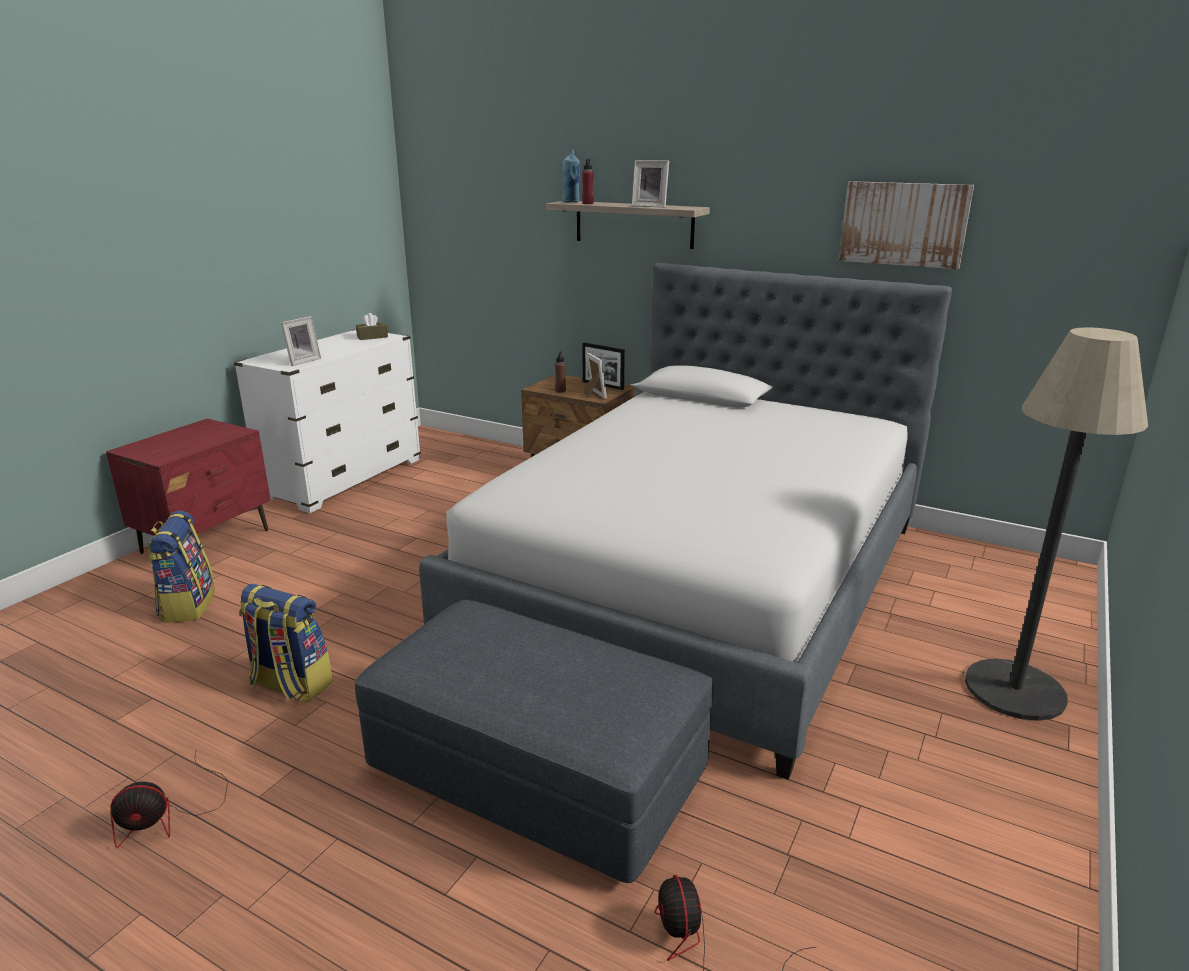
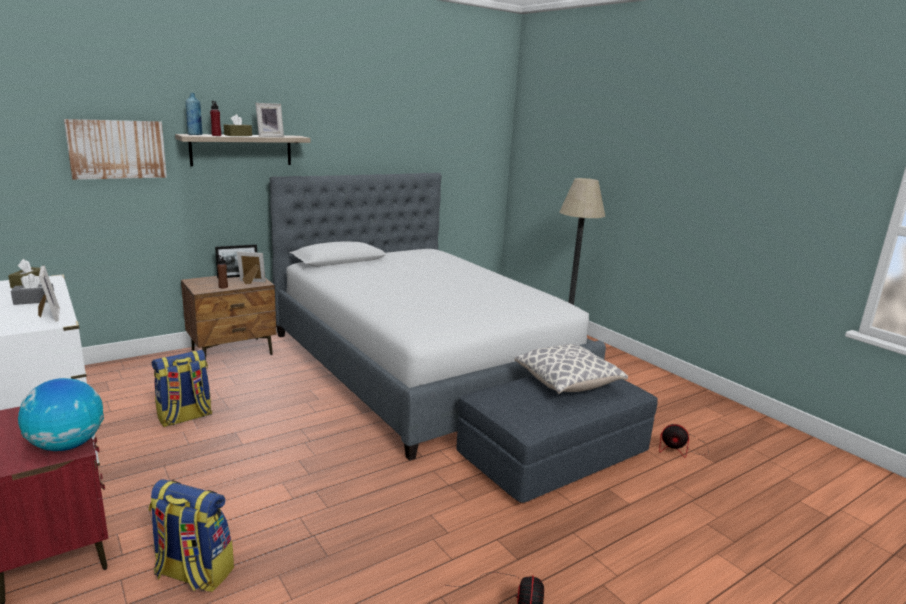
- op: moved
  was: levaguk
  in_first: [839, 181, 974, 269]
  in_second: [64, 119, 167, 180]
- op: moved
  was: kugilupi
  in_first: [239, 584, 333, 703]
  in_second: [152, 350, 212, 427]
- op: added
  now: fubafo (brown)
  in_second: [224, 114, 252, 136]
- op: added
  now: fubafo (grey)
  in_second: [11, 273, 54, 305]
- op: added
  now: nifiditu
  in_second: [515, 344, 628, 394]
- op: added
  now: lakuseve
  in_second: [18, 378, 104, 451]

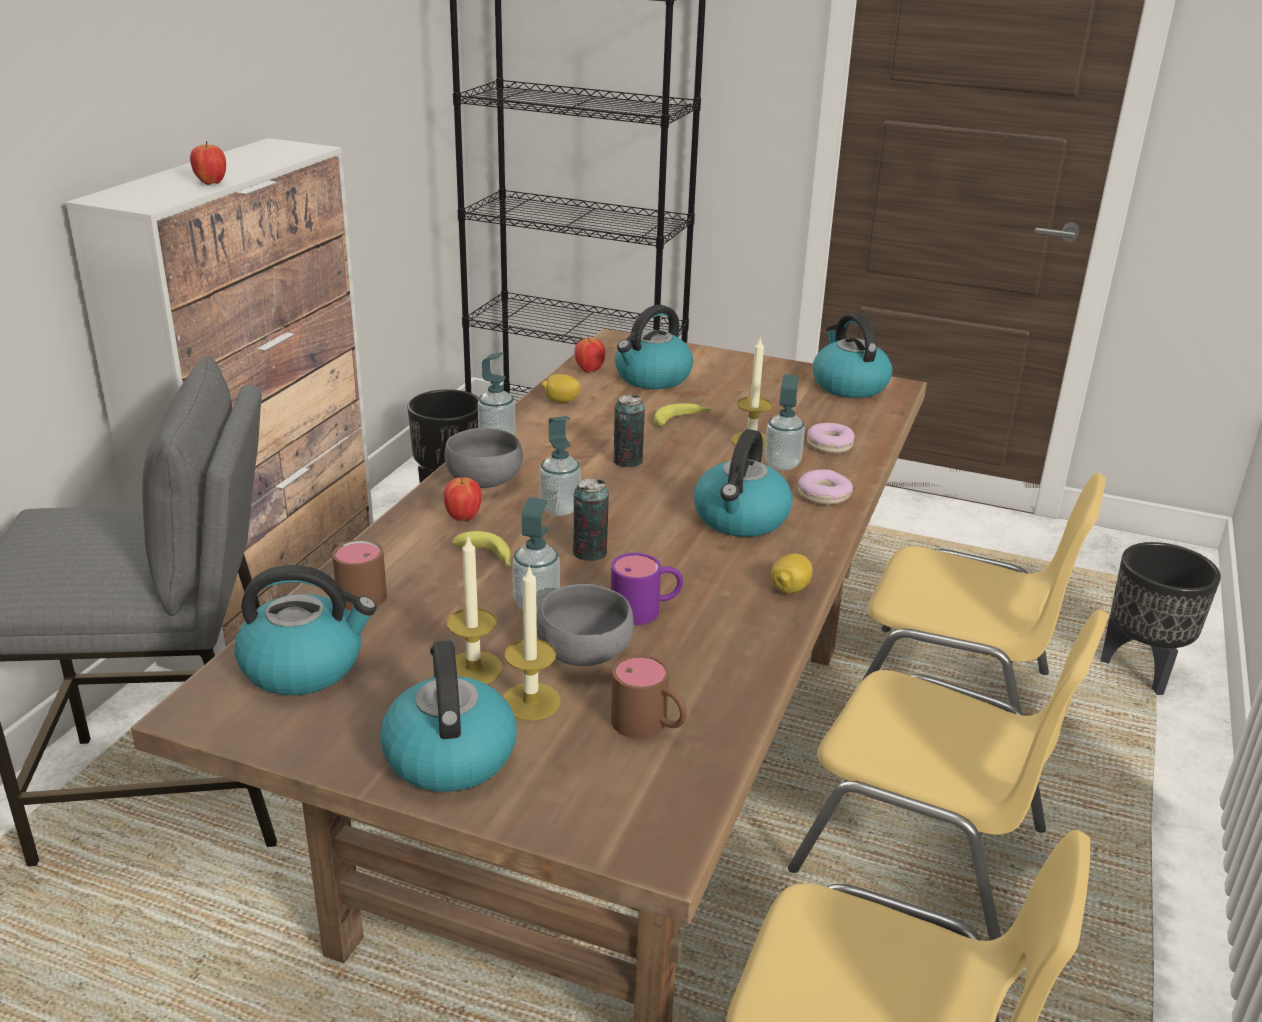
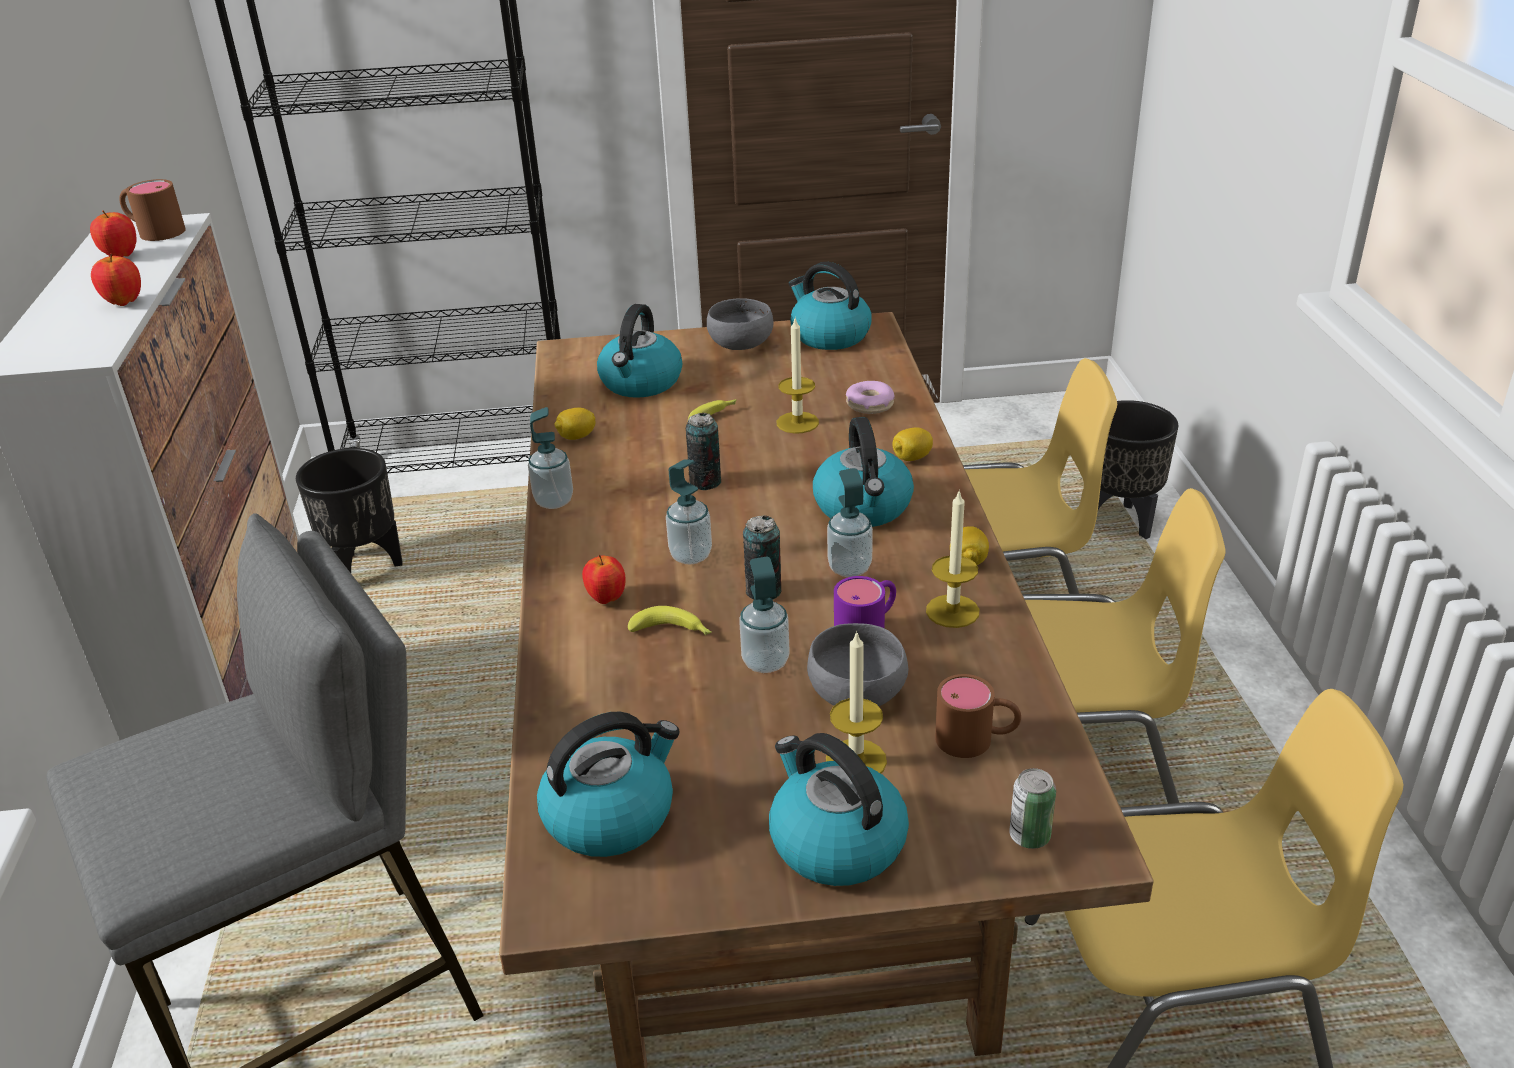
- op: moved
  was: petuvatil
  in_first: [575, 336, 605, 373]
  in_second: [90, 211, 136, 257]
- op: moved
  was: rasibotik
  in_first: [764, 374, 805, 470]
  in_second: [827, 468, 873, 577]
- op: moved
  was: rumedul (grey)
  in_first: [445, 428, 523, 488]
  in_second: [707, 298, 774, 350]
- op: replaced
  was: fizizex
  now: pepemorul
  in_first: [798, 469, 853, 505]
  in_second: [893, 427, 933, 461]
- op: moved
  was: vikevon
  in_first: [447, 535, 502, 684]
  in_second: [926, 489, 979, 628]
- op: moved
  was: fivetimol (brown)
  in_first: [332, 539, 387, 610]
  in_second: [119, 179, 186, 241]
- op: added
  now: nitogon
  in_second: [1009, 768, 1056, 849]

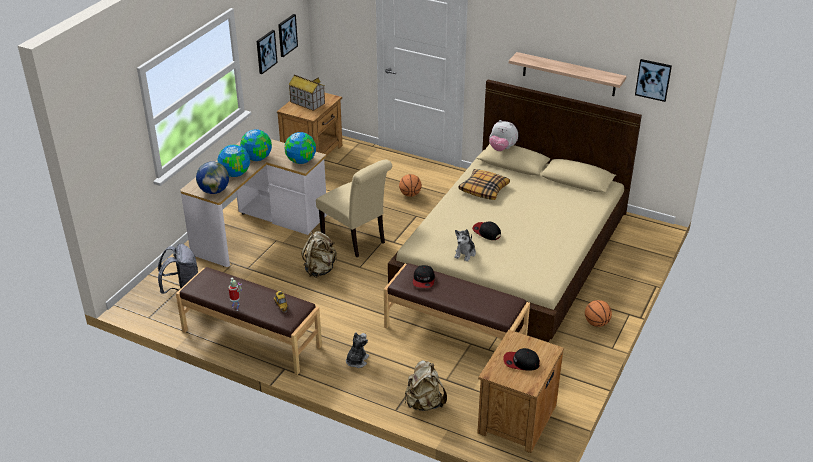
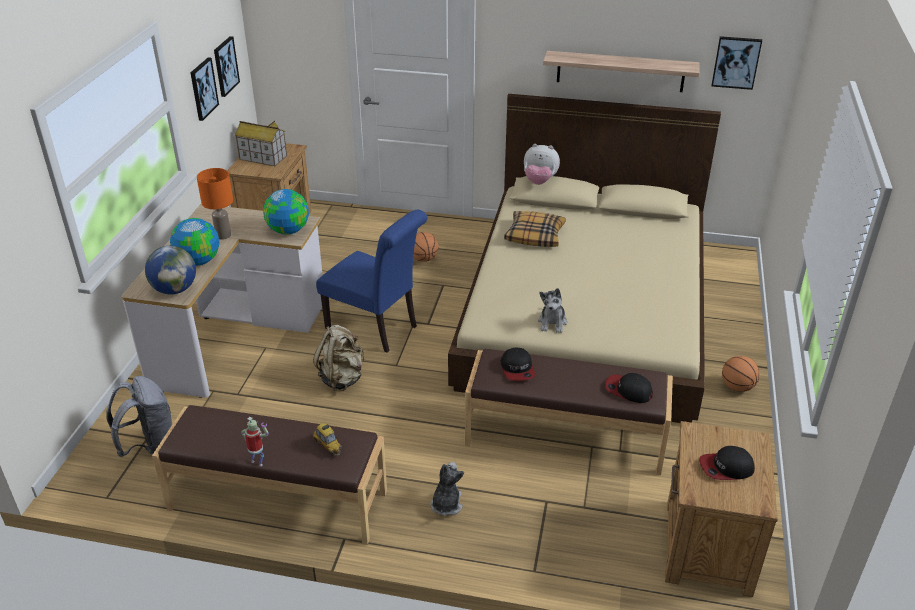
- op: replaced
  was: lakuseve
  now: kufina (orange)
  in_first: [240, 129, 272, 161]
  in_second: [197, 168, 233, 240]
- op: recoloured
  was: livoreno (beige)
  now: livoreno (blue)
  in_first: [316, 160, 392, 257]
  in_second: [316, 210, 427, 353]
- op: moved
  was: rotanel
  in_first: [472, 221, 501, 240]
  in_second: [605, 373, 653, 403]
- op: removed
  was: kugilupi (beige)
  in_first: [405, 360, 447, 411]

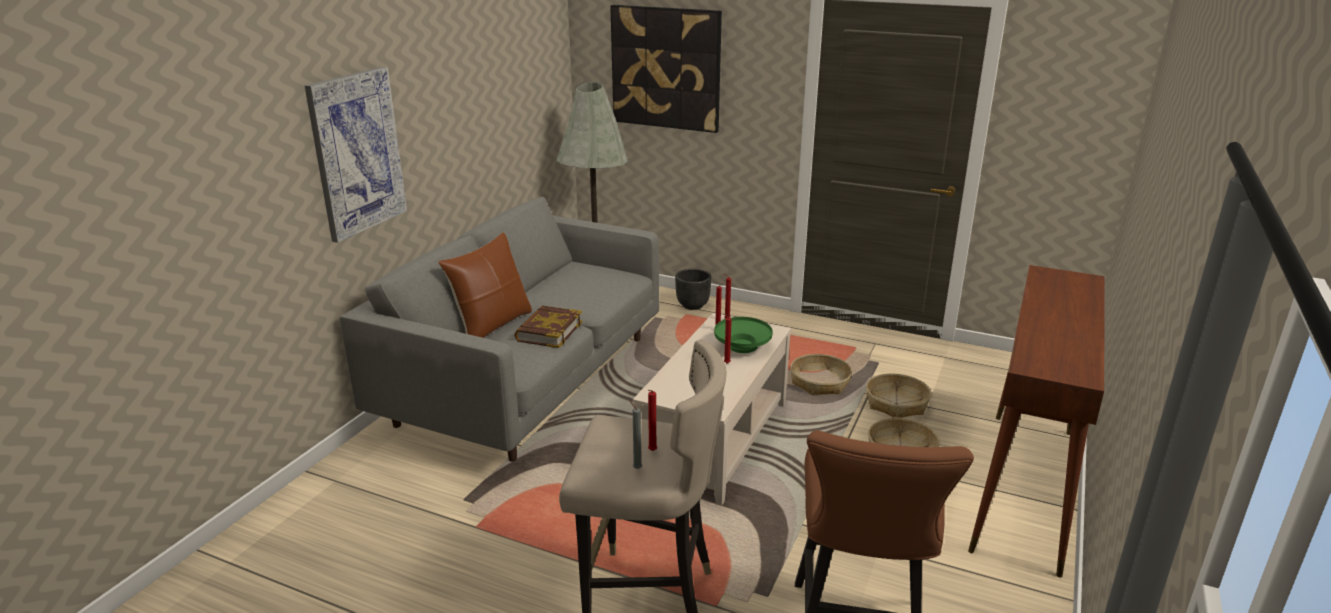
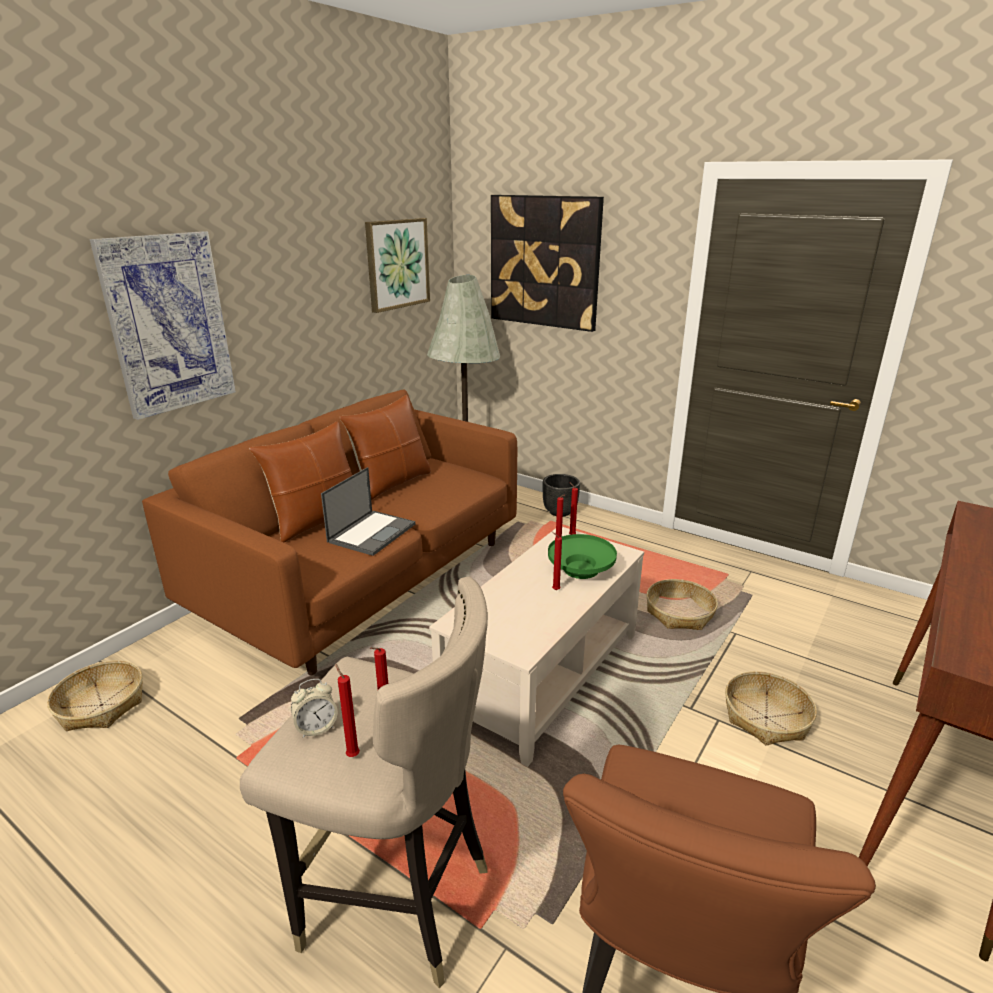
- op: recoloured
  was: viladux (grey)
  now: viladux (brown)
  in_first: [340, 197, 659, 462]
  in_second: [142, 390, 517, 675]
- op: replaced
  was: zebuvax
  now: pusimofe
  in_first: [514, 306, 582, 348]
  in_second: [321, 467, 415, 556]
- op: moved
  was: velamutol
  in_first: [866, 373, 931, 418]
  in_second: [47, 660, 143, 731]
- op: recoloured
  was: vikevon (grey)
  now: vikevon (red)
  in_first: [630, 401, 642, 469]
  in_second: [335, 664, 360, 757]
- op: added
  now: levaguk
  in_second: [365, 218, 430, 313]
- op: added
  now: nifiditu (brown)
  in_second: [339, 395, 431, 500]
- op: added
  now: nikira
  in_second: [291, 679, 338, 738]

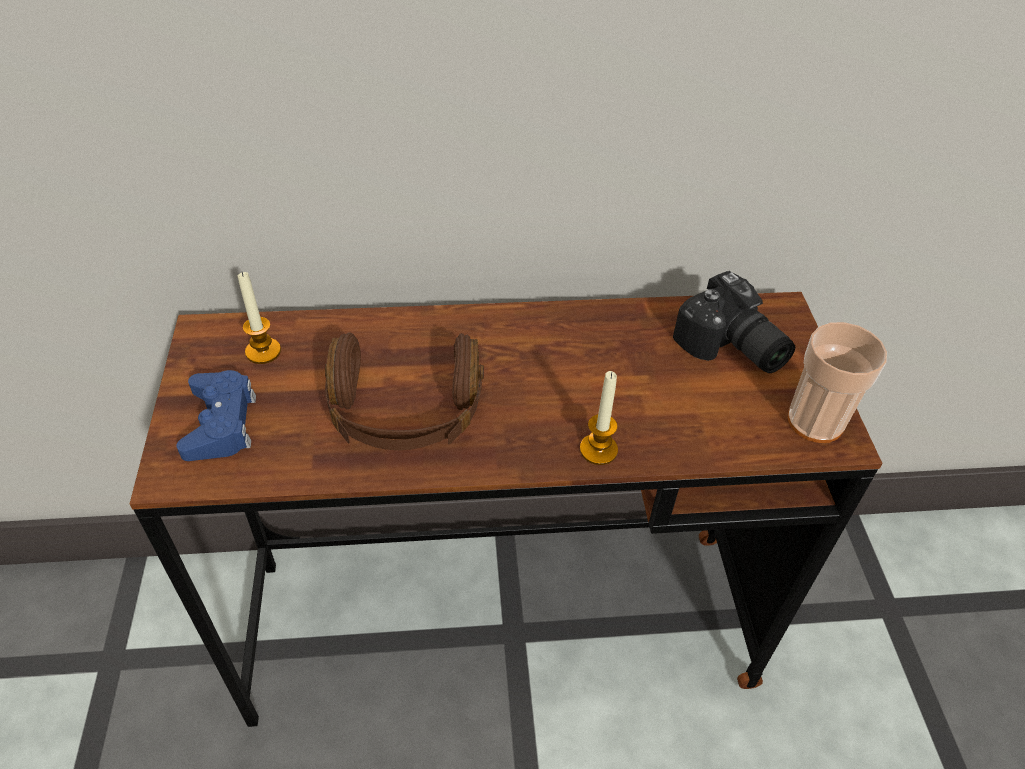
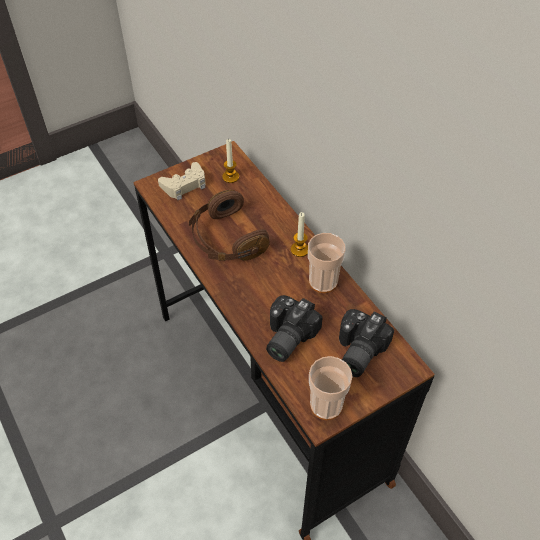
- op: recoloured
  was: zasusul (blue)
  now: zasusul (beige)
  in_first: [176, 370, 256, 461]
  in_second: [158, 162, 206, 200]
- op: moved
  was: vikevon
  in_first: [580, 371, 618, 465]
  in_second: [291, 212, 308, 257]
- op: added
  now: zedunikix
  in_second: [308, 233, 346, 293]
- op: added
  now: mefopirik
  in_second: [266, 295, 323, 362]

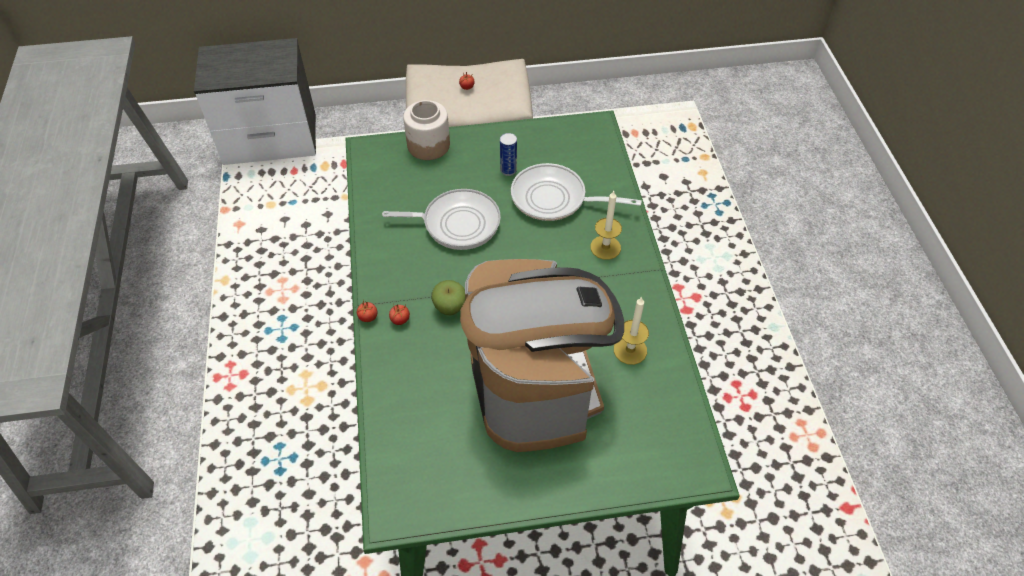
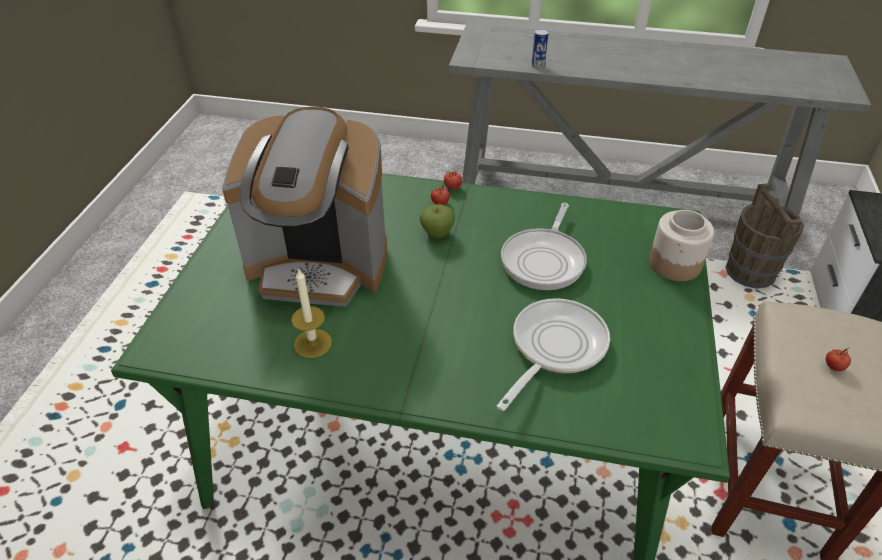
- op: moved
  was: nitogon
  in_first: [500, 133, 517, 176]
  in_second: [532, 29, 549, 69]
- op: removed
  was: vikevon
  in_first: [590, 191, 622, 260]
- op: added
  now: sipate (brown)
  in_second: [726, 183, 804, 289]

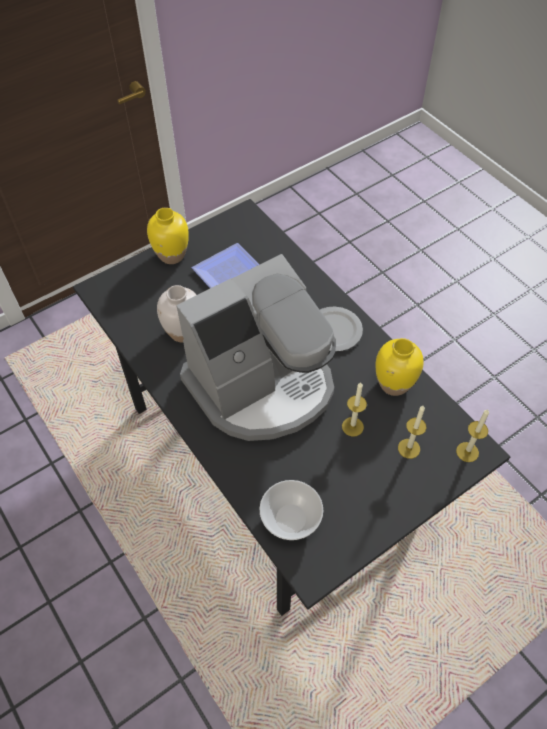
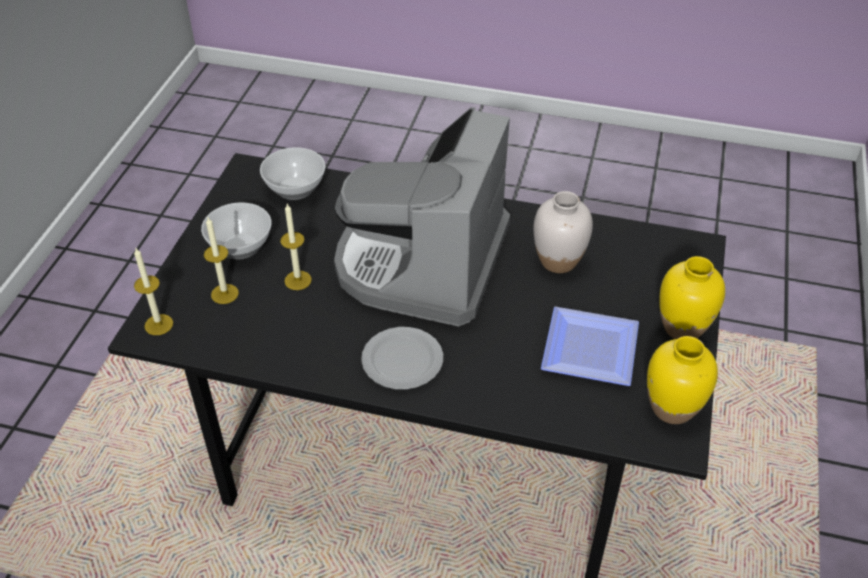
- op: moved
  was: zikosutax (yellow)
  in_first: [376, 338, 424, 396]
  in_second: [647, 336, 718, 424]
- op: added
  now: rumedul
  in_second: [201, 202, 272, 260]

